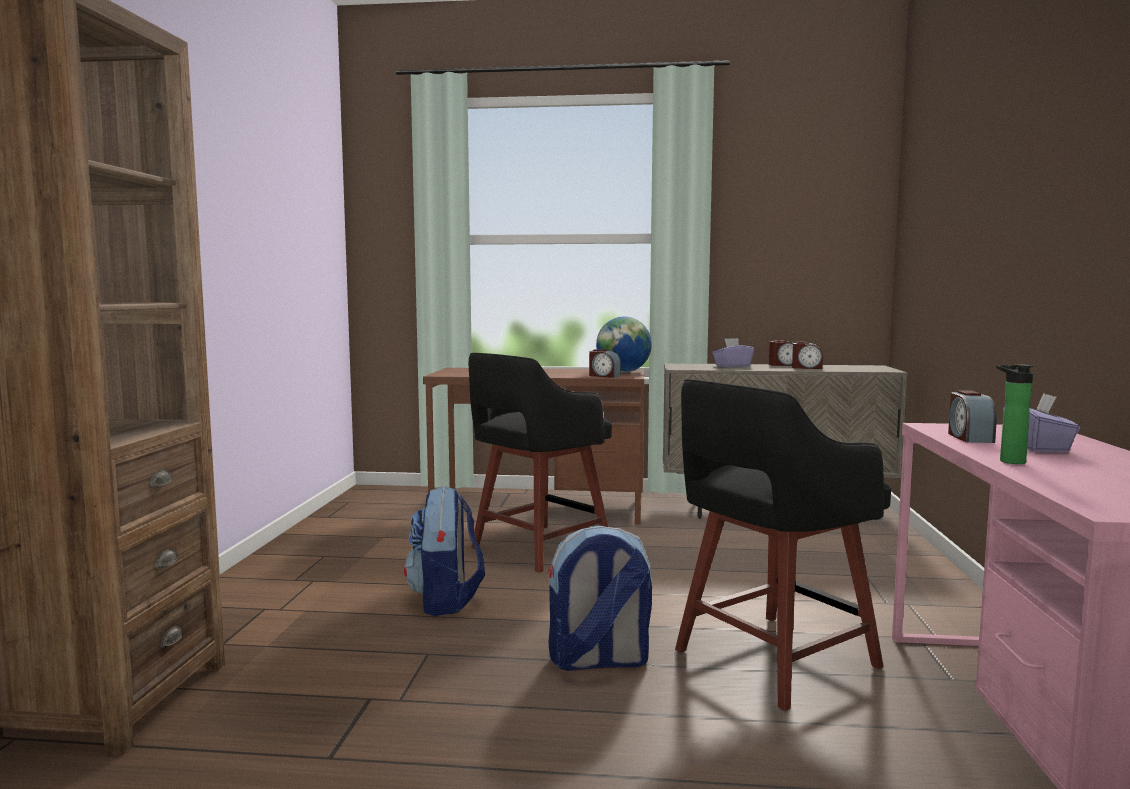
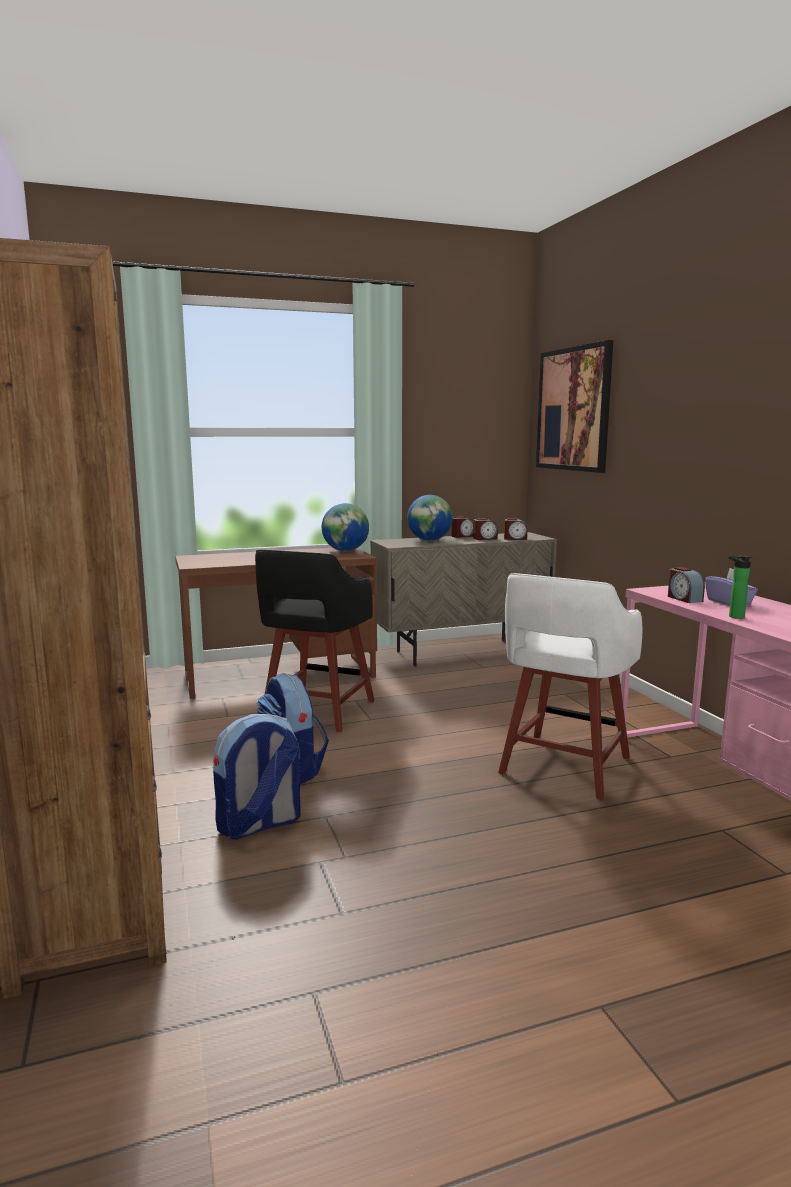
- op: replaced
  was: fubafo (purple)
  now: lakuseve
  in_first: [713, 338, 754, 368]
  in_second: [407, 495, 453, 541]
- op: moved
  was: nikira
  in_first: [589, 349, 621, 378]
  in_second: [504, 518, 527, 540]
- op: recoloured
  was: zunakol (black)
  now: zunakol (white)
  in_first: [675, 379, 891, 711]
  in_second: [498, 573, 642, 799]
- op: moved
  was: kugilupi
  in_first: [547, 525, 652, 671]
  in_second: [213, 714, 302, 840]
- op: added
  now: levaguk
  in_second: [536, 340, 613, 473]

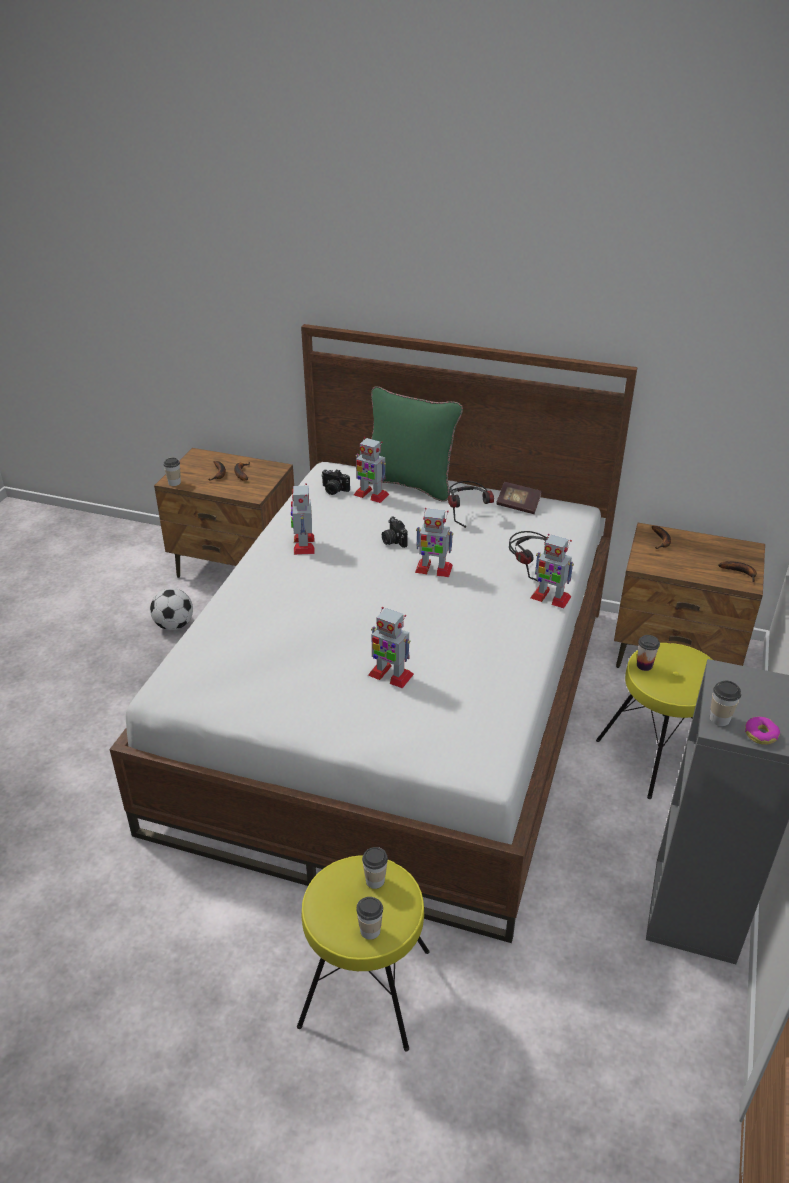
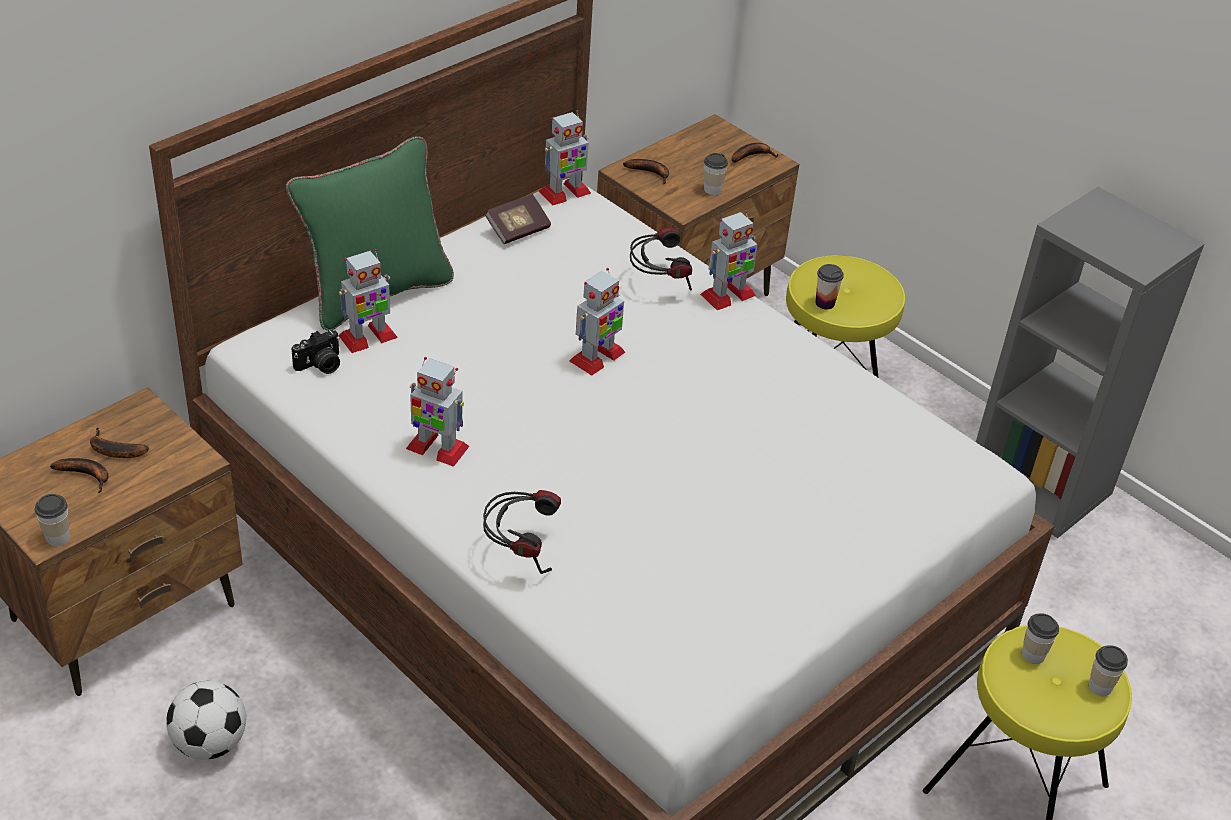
- op: moved
  was: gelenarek
  in_first: [448, 481, 494, 528]
  in_second: [483, 490, 561, 574]
- op: removed
  was: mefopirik
  in_first: [382, 517, 408, 548]
- op: moved
  was: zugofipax
  in_first: [368, 607, 414, 689]
  in_second: [539, 110, 591, 205]
- op: moved
  was: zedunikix
  in_first: [710, 681, 741, 726]
  in_second: [704, 153, 728, 195]
- op: removed
  was: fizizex
  in_first: [745, 717, 780, 745]

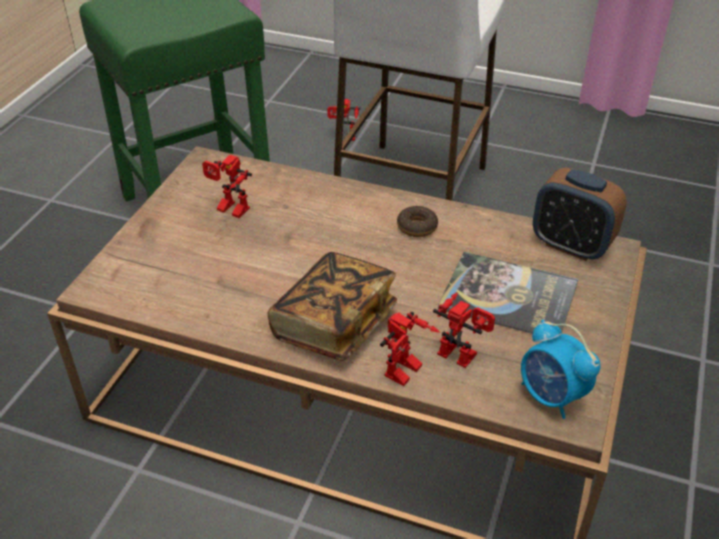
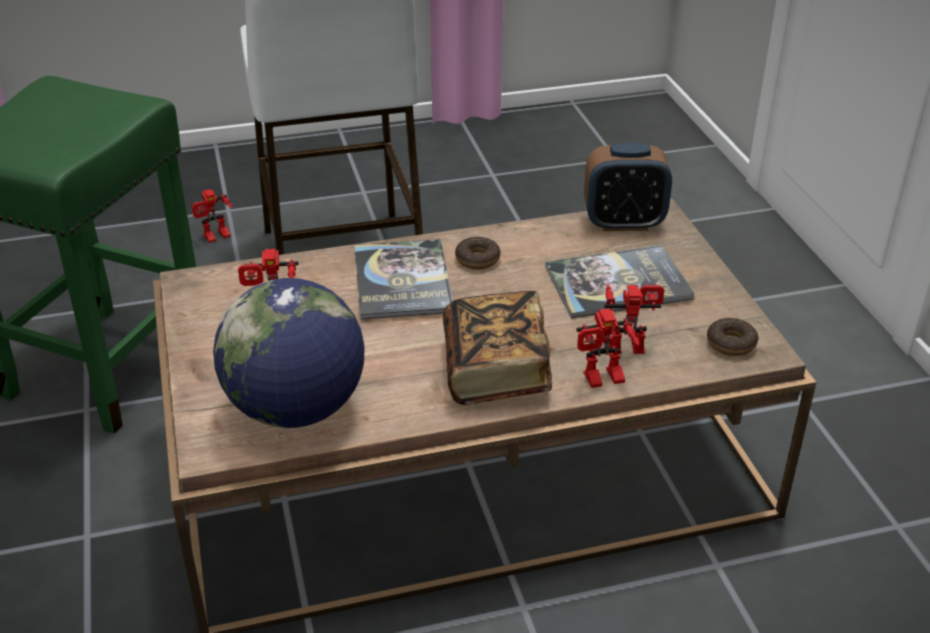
- op: turned
  was: zugofipax
  in_first: [380, 312, 440, 386]
  in_second: [576, 308, 639, 388]
  clockwise: 75
- op: replaced
  was: nikira
  now: fizizex
  in_first: [521, 320, 601, 419]
  in_second: [707, 318, 758, 356]
- op: added
  now: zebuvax
  in_second: [355, 239, 453, 320]
- op: added
  now: lakuseve
  in_second: [213, 278, 364, 428]

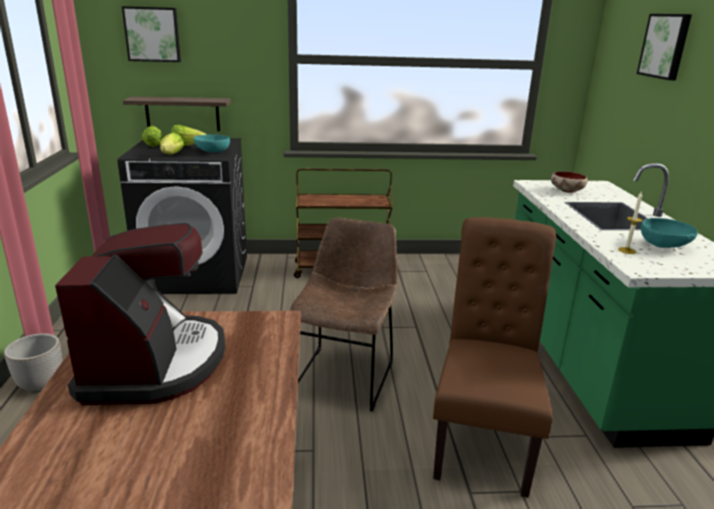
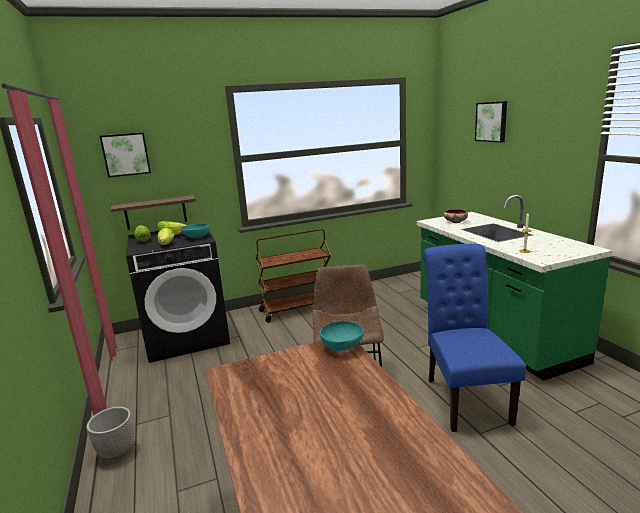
- op: recoloured
  was: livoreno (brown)
  now: livoreno (blue)
  in_first: [433, 217, 556, 498]
  in_second: [423, 244, 526, 432]
- op: moved
  was: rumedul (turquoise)
  in_first: [641, 218, 698, 248]
  in_second: [320, 321, 364, 351]
- op: removed
  was: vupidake
  in_first: [55, 223, 225, 405]

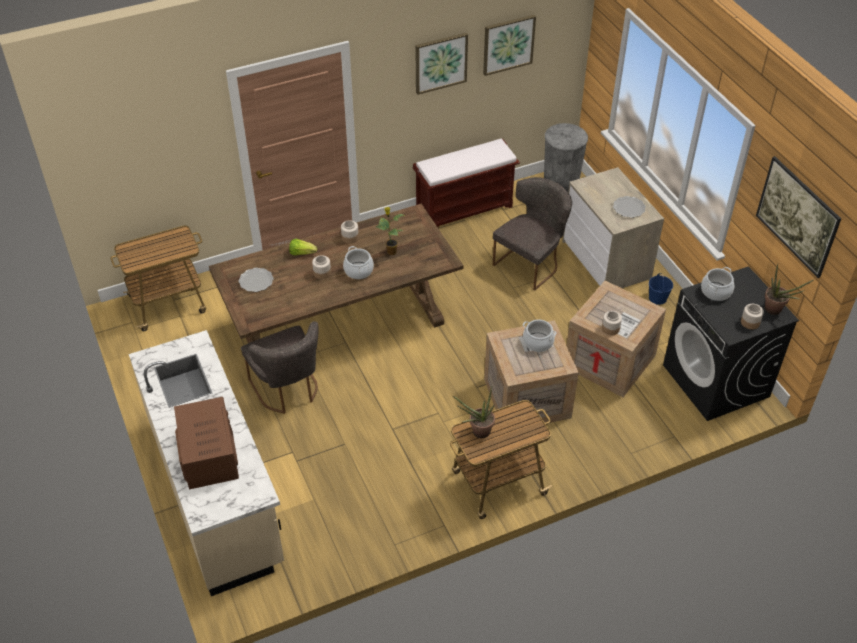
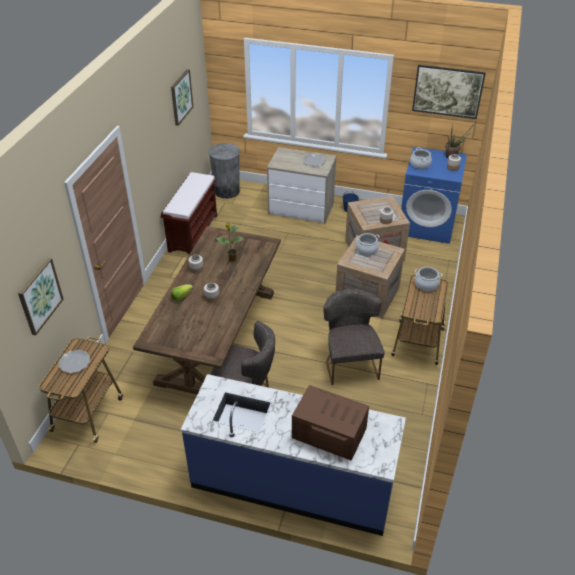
- op: moved
  was: levaguk
  in_first: [415, 33, 468, 95]
  in_second: [18, 258, 64, 335]
- op: moved
  was: livoreno (grey)
  in_first: [493, 177, 572, 291]
  in_second: [323, 289, 385, 385]
- op: moved
  was: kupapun
  in_first: [343, 246, 374, 279]
  in_second: [415, 267, 442, 291]
- op: recoloured
  was: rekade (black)
  now: rekade (blue)
  in_first: [663, 266, 799, 421]
  in_second: [401, 147, 467, 244]
- op: moved
  was: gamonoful
  in_first: [238, 268, 274, 292]
  in_second: [59, 350, 90, 373]
- op: recoloured
  was: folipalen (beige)
  now: folipalen (blue)
  in_first: [129, 330, 284, 596]
  in_second: [181, 374, 406, 536]
- op: removed
  was: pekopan
  in_first: [453, 386, 495, 438]

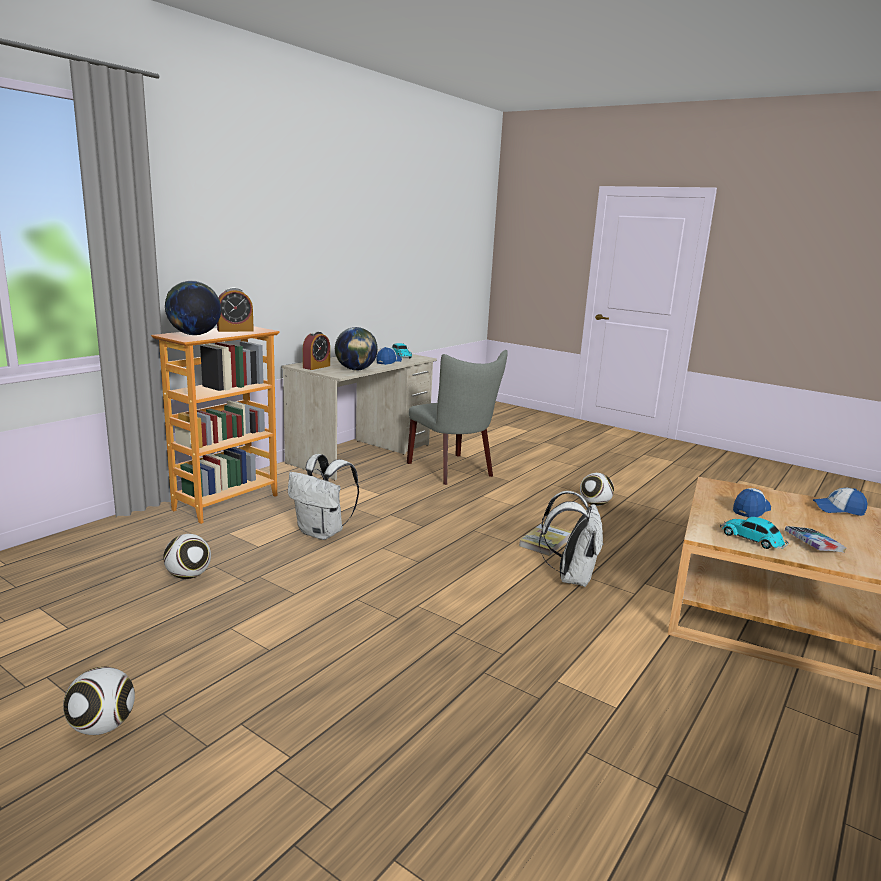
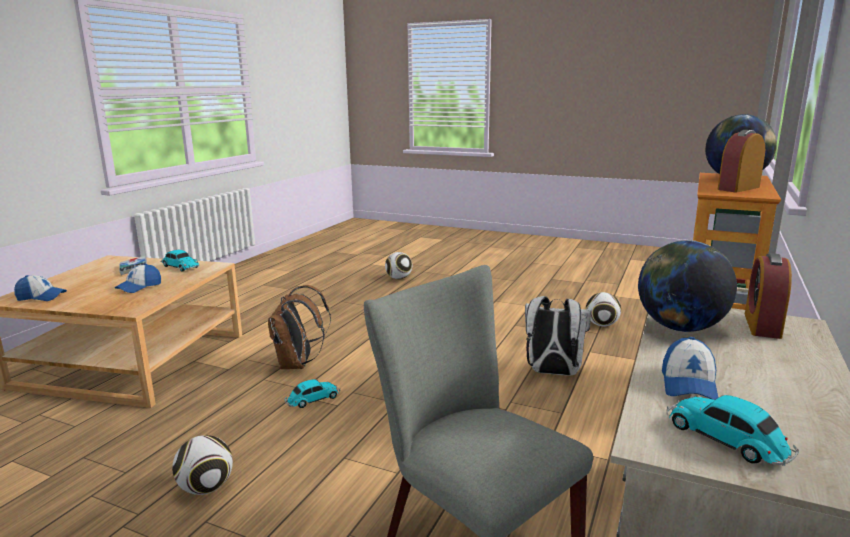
- op: recoloured
  was: kugilupi (white)
  now: kugilupi (brown)
  in_first: [539, 491, 603, 587]
  in_second: [268, 285, 331, 369]
- op: replaced
  was: zebuvax
  now: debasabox
  in_first: [519, 523, 572, 556]
  in_second: [285, 379, 340, 408]
- op: moved
  was: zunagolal
  in_first: [63, 667, 135, 735]
  in_second: [385, 252, 412, 279]

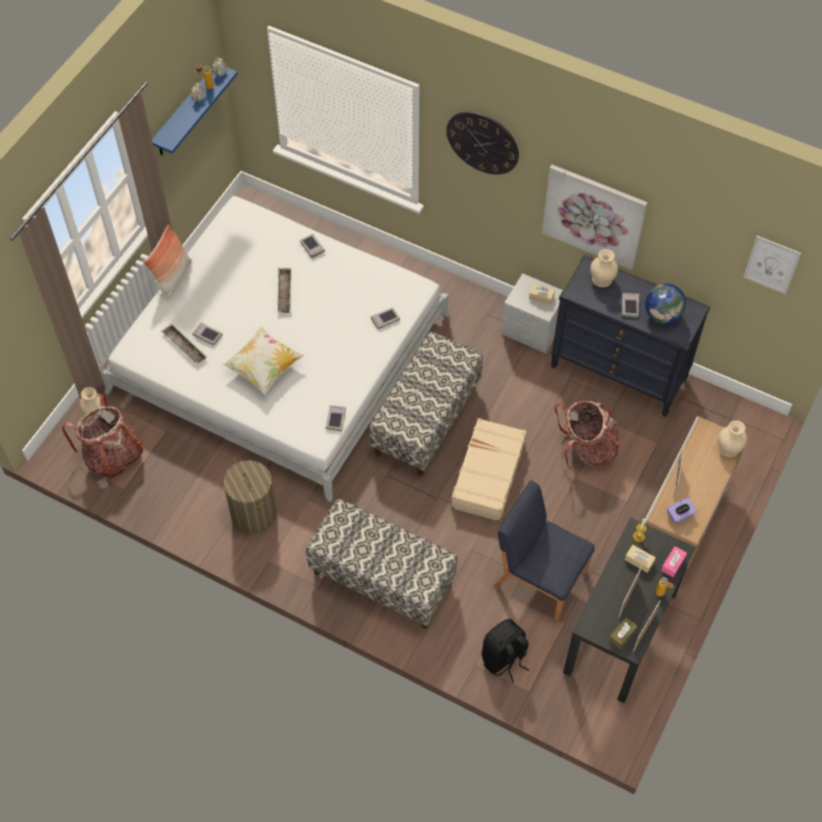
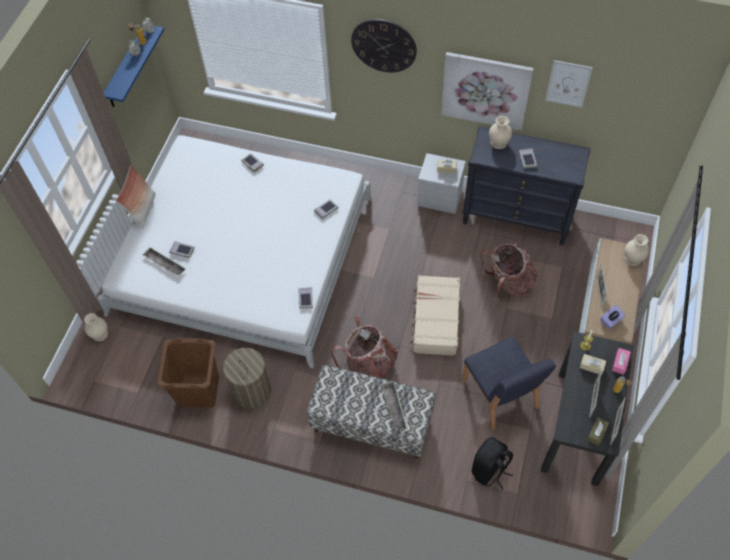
- op: moved
  was: levaguk
  in_first: [743, 236, 801, 295]
  in_second: [545, 60, 593, 107]
- op: moved
  was: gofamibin
  in_first: [278, 268, 291, 313]
  in_second: [382, 381, 408, 431]
- op: removed
  was: lakuseve
  in_first: [645, 283, 686, 324]
- op: removed
  was: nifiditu
  in_first: [223, 326, 304, 395]
- op: removed
  was: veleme
  in_first: [369, 332, 483, 476]
- op: moved
  was: kugilupi
  in_first: [62, 394, 143, 478]
  in_second: [331, 316, 398, 379]
- op: turned
  was: livoreno (blue)
  in_first: [494, 480, 595, 621]
  in_second: [462, 337, 556, 430]
  clockwise: -135
- op: added
  now: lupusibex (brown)
  in_second: [157, 338, 219, 408]

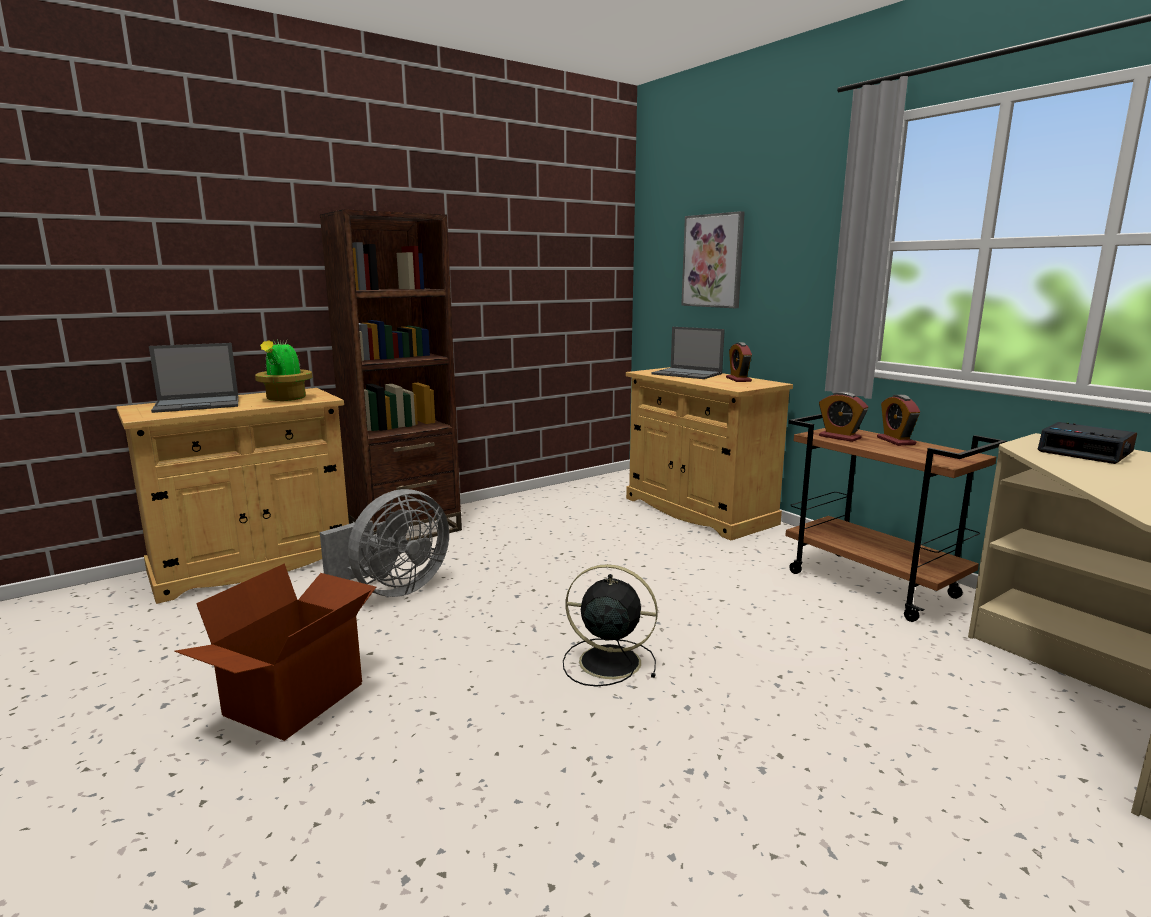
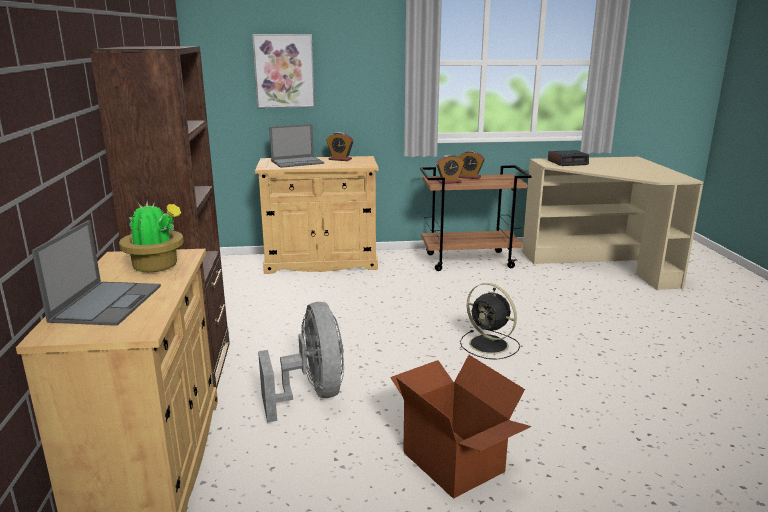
- op: turned
  was: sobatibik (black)
  in_first: [563, 564, 658, 687]
  in_second: [460, 283, 520, 360]
  clockwise: -90

